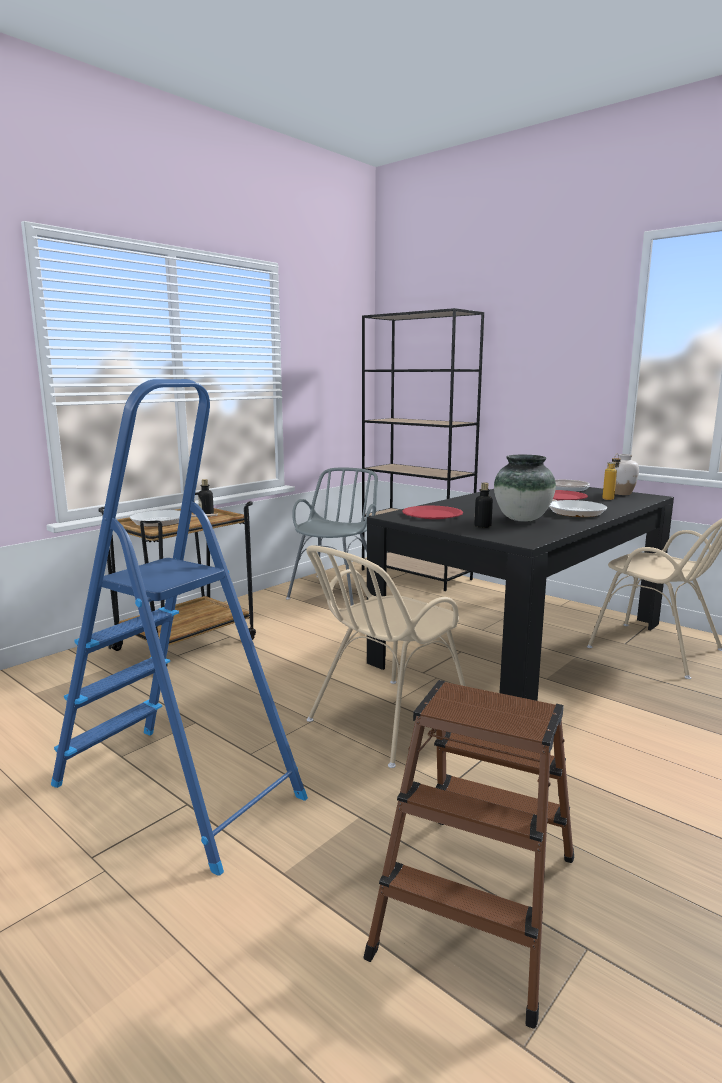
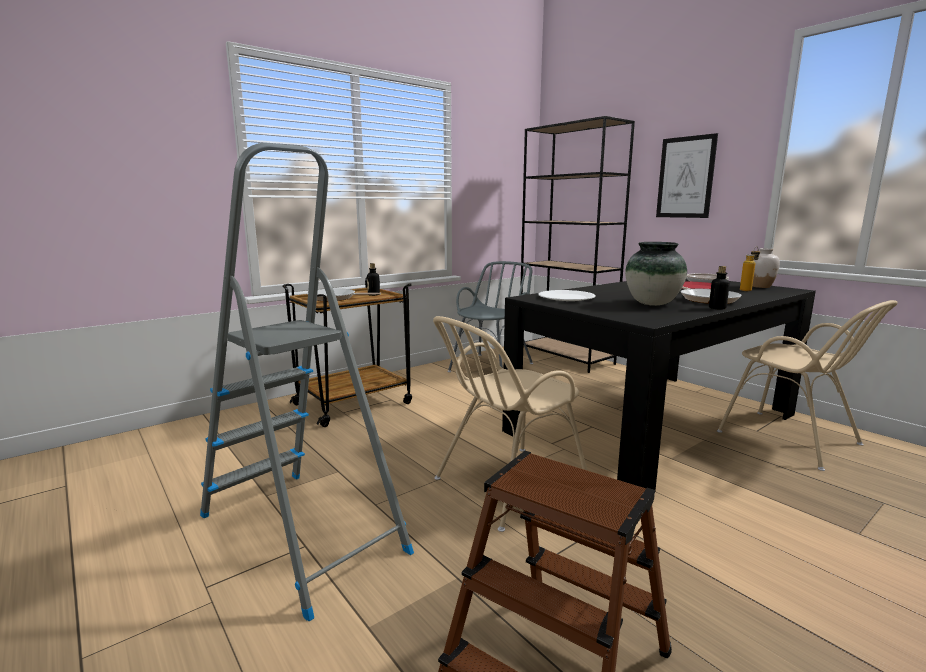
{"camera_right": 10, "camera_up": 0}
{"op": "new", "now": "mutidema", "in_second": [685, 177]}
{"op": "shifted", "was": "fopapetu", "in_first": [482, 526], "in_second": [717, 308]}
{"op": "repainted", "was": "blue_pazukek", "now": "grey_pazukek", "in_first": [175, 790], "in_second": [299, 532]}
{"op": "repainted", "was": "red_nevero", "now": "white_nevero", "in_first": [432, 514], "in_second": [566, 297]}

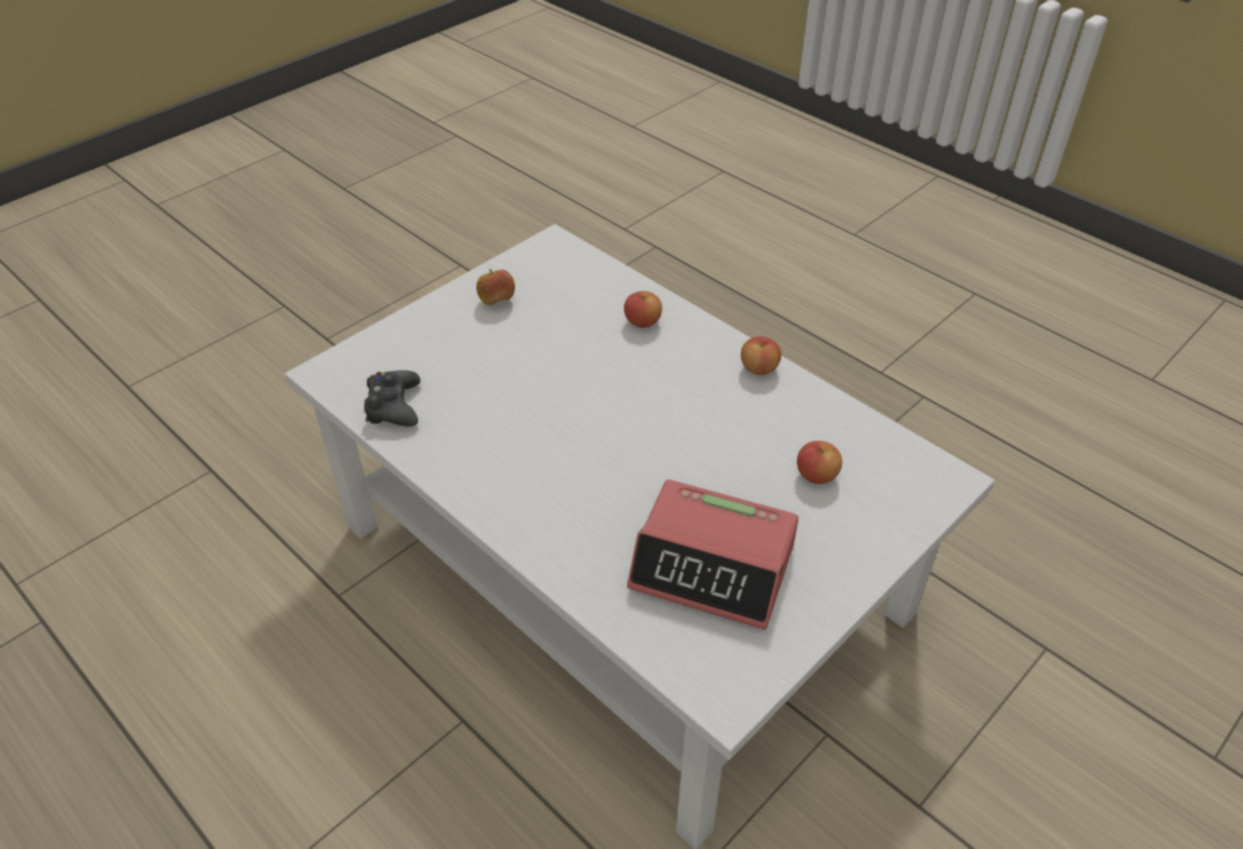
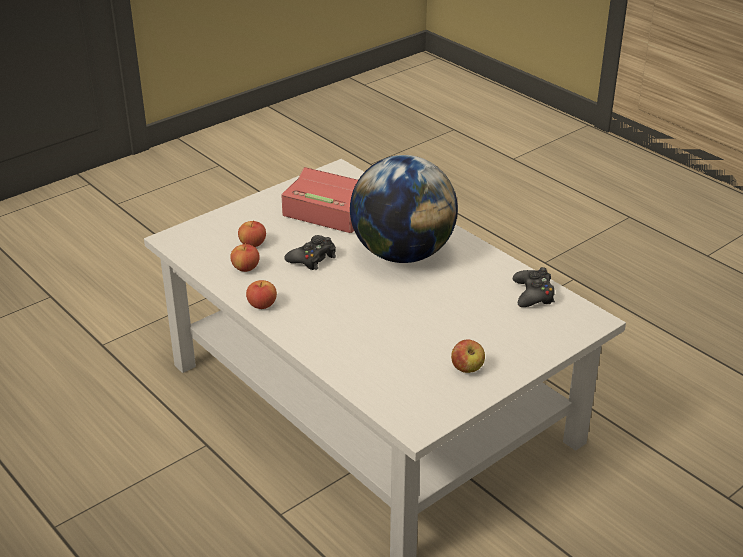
{"camera_right": -175, "camera_up": -10}
{"op": "new", "now": "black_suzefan", "in_second": [312, 258]}
{"op": "new", "now": "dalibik", "in_second": [402, 254]}
{"op": "shifted", "was": "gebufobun", "in_first": [642, 322], "in_second": [245, 268]}

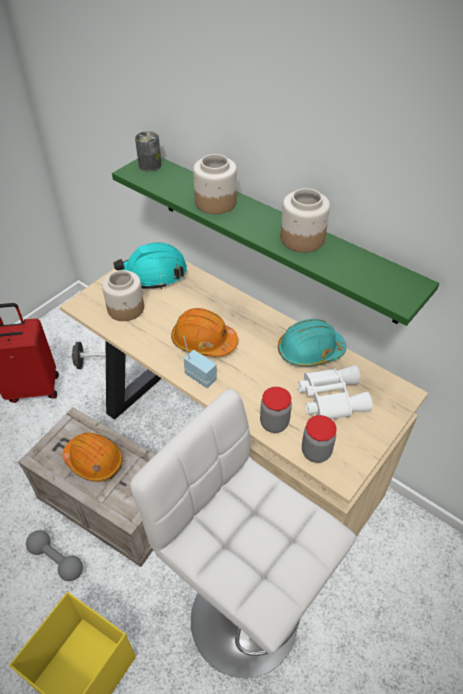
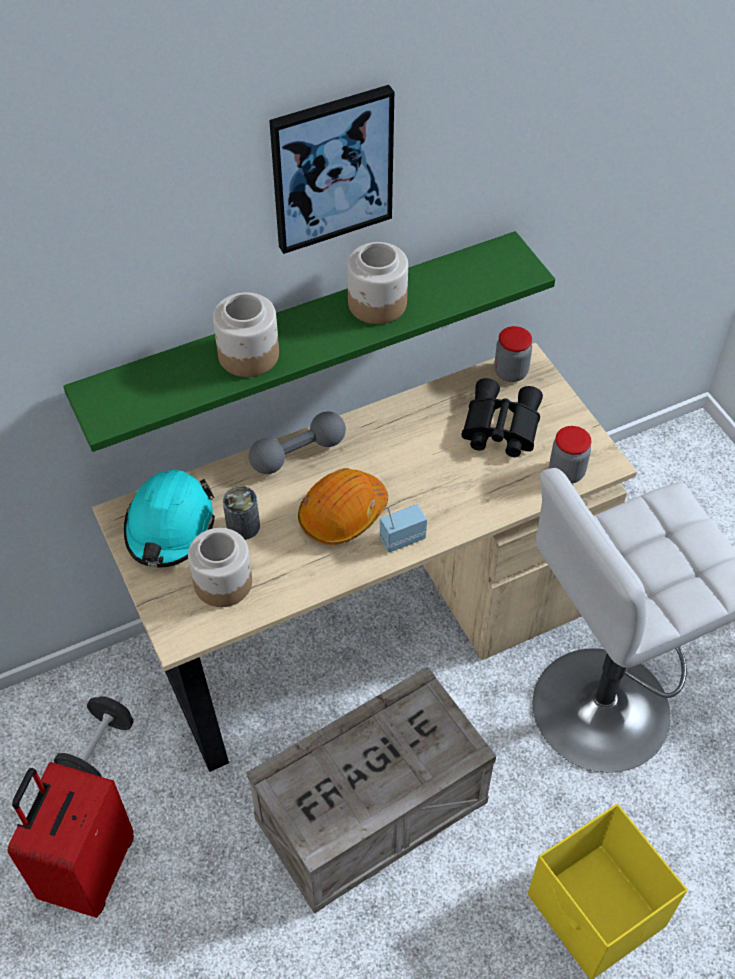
{"camera_right": -65, "camera_up": 5}
{"op": "gone", "was": "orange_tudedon", "in_first": [94, 461]}
{"op": "gone", "was": "turquoise_tudedon", "in_first": [310, 351]}
{"op": "new", "now": "mutidema", "in_second": [331, 168]}
{"op": "shifted", "was": "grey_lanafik", "in_first": [56, 559], "in_second": [298, 453]}
{"op": "shifted", "was": "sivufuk", "in_first": [150, 165], "in_second": [243, 526]}
{"op": "shifted", "was": "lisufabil", "in_first": [274, 423], "in_second": [510, 372]}
{"op": "repainted", "was": "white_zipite", "now": "black_zipite", "in_first": [330, 397], "in_second": [499, 427]}

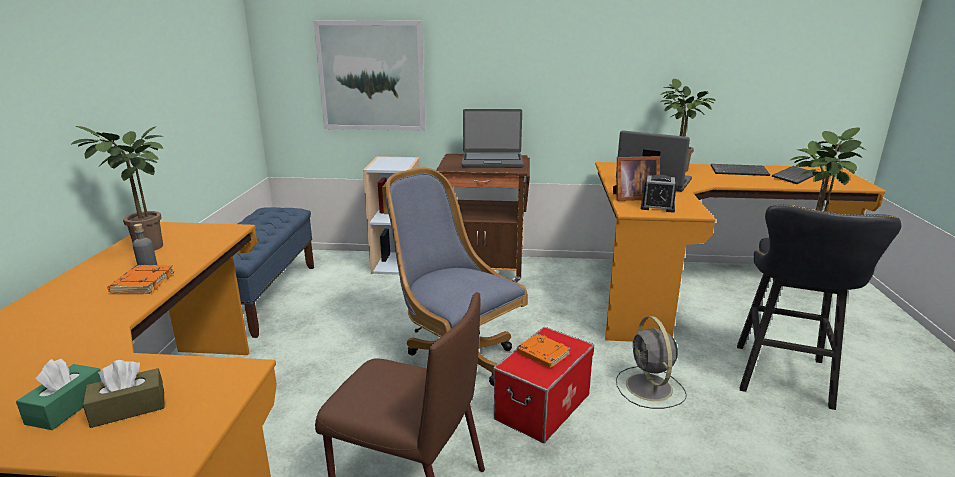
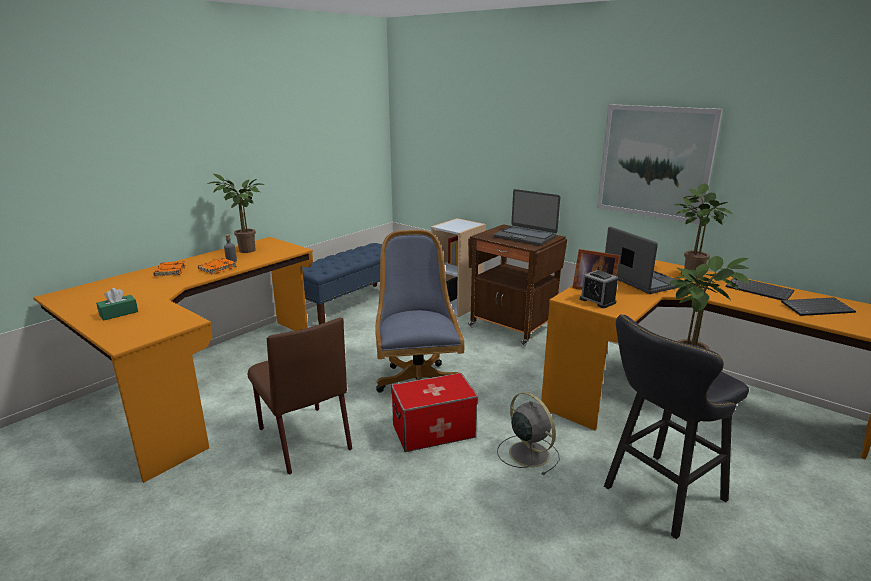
{"camera_right": 35, "camera_up": 0}
{"op": "gone", "was": "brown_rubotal", "in_first": [128, 408]}
{"op": "shifted", "was": "mutidema", "in_first": [371, 76], "in_second": [655, 162]}
{"op": "shifted", "was": "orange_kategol", "in_first": [542, 354], "in_second": [169, 271]}
{"op": "rotated", "was": "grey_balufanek", "in_first": [650, 388], "in_second": [527, 453], "clockwise": 120}

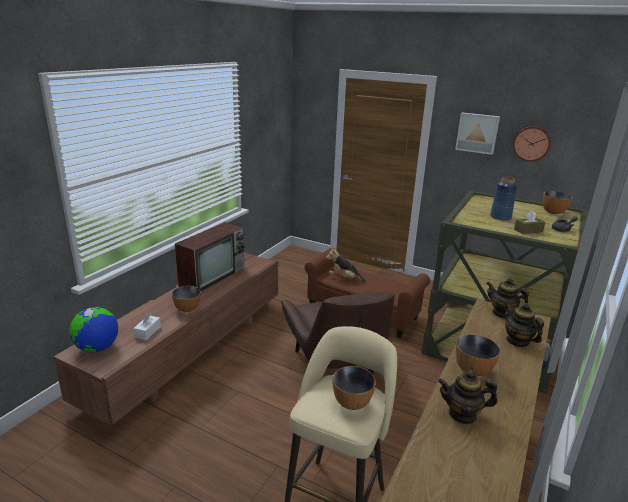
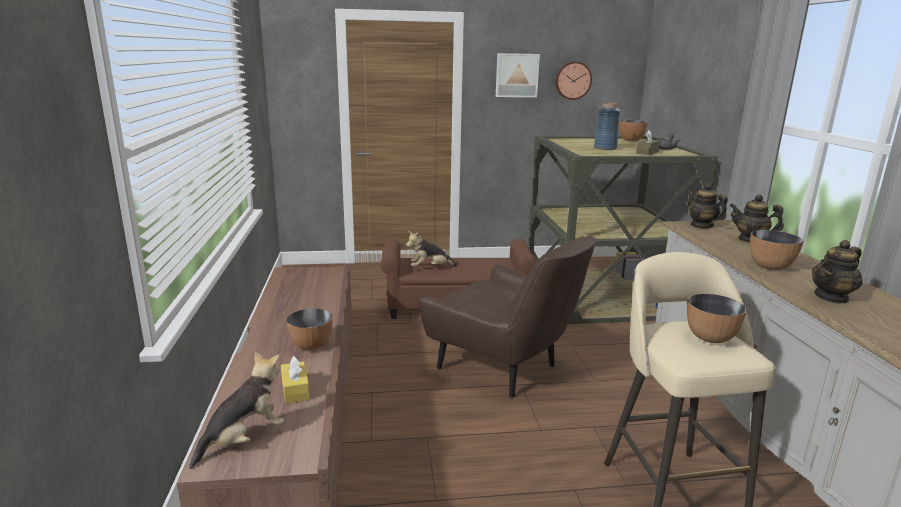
{"camera_right": -35, "camera_up": -5}
{"op": "gone", "was": "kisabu", "in_first": [213, 276]}
{"op": "swapped", "was": "dalibik", "now": "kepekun", "in_first": [97, 348], "in_second": [244, 439]}
{"op": "repainted", "was": "white_rubotal", "now": "yellow_rubotal", "in_first": [148, 332], "in_second": [295, 390]}
{"op": "rotated", "was": "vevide", "in_first": [502, 313], "in_second": [701, 225], "clockwise": 60}

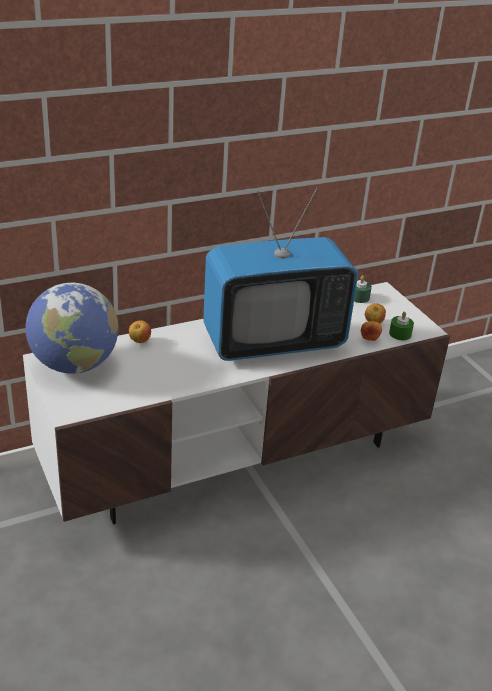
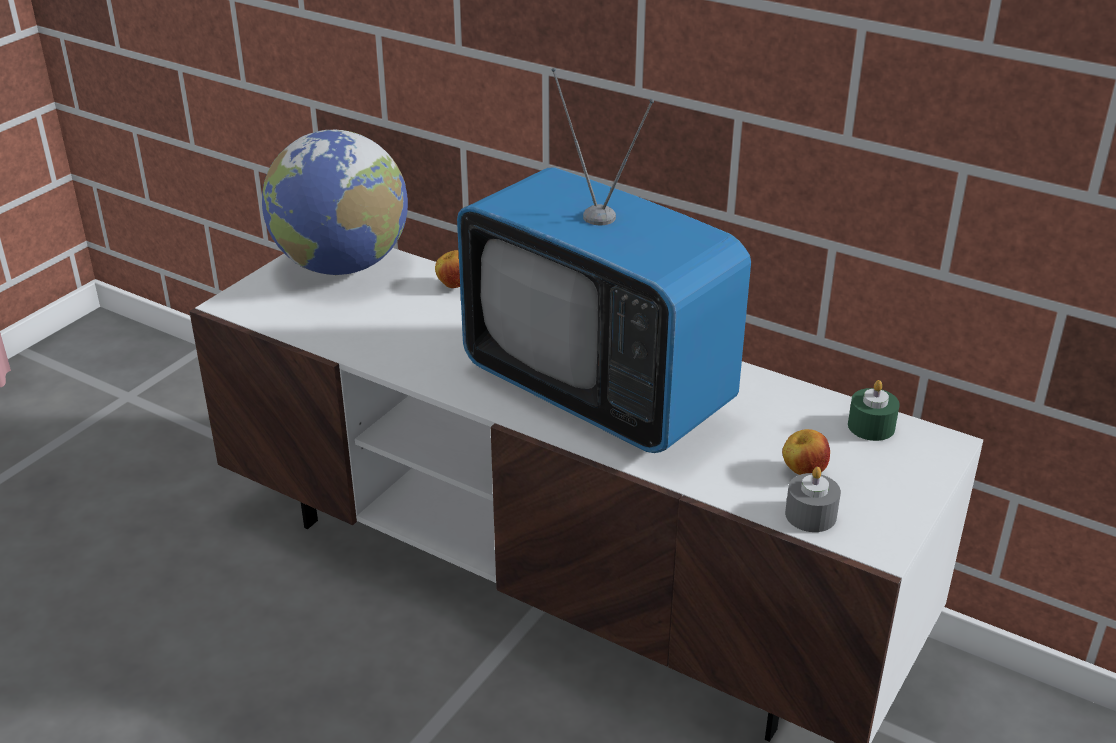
{"camera_right": 60, "camera_up": 0}
{"op": "gone", "was": "gebufobun", "in_first": [369, 339]}
{"op": "repainted", "was": "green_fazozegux", "now": "grey_fazozegux", "in_first": [400, 334], "in_second": [810, 515]}

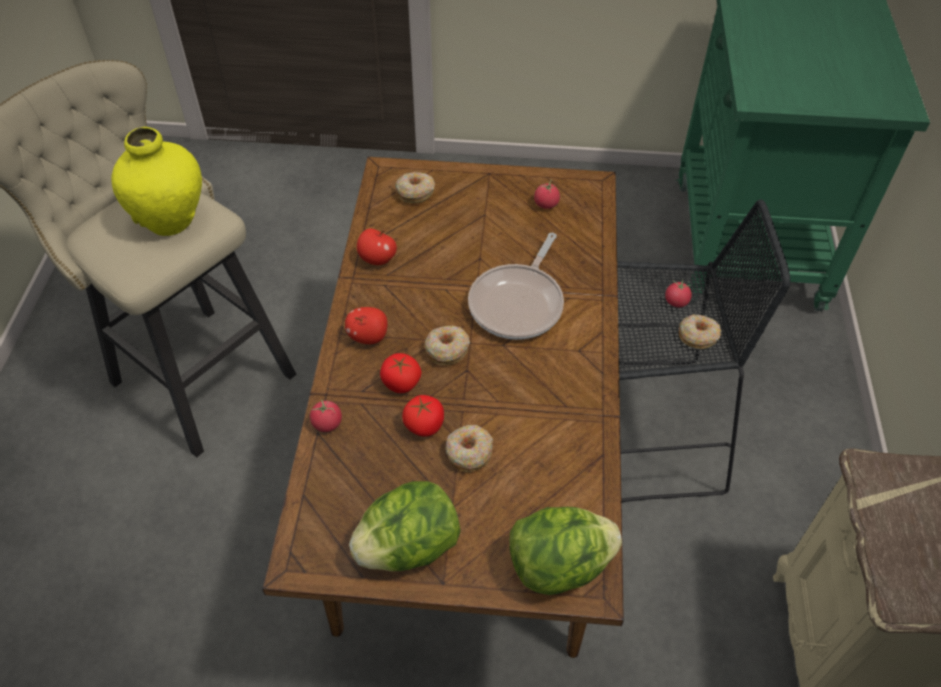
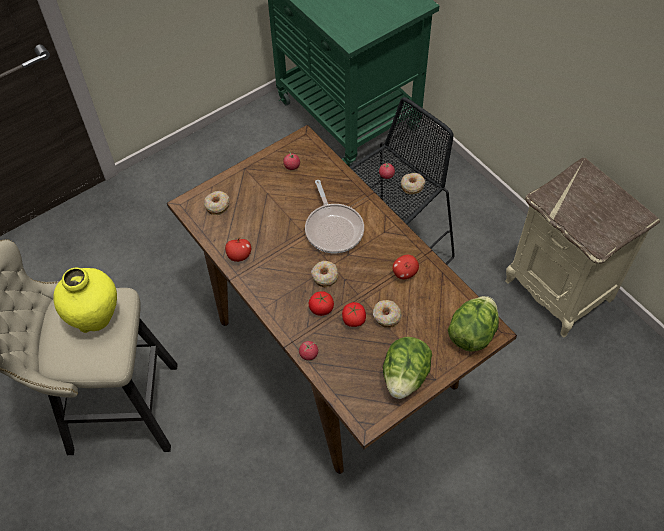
{"camera_right": -40, "camera_up": 5}
{"op": "shifted", "was": "gebufobun", "in_first": [368, 337], "in_second": [404, 273]}

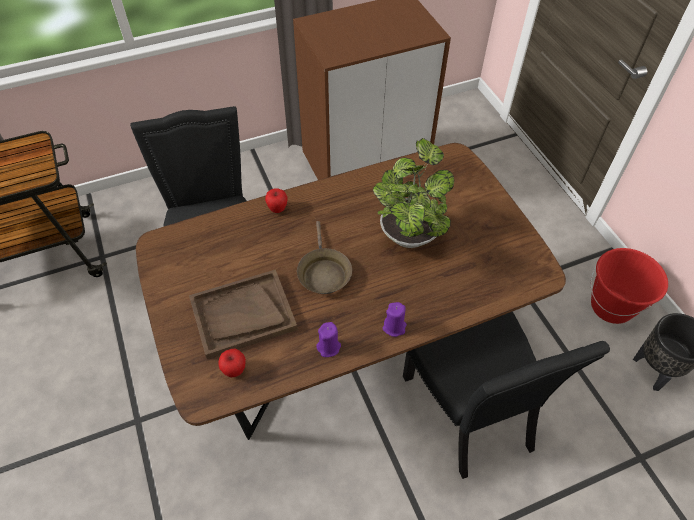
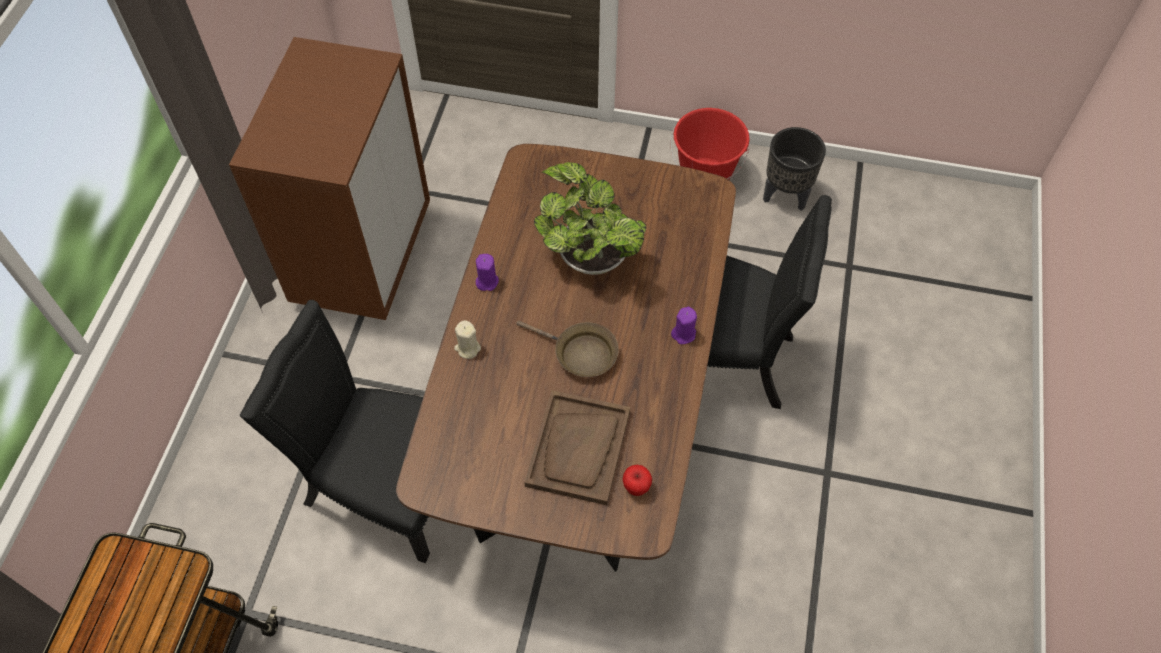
{"camera_right": -55, "camera_up": 5}
{"op": "shifted", "was": "purple_fazozegux", "in_first": [329, 347], "in_second": [487, 281]}
{"op": "swapped", "was": "gebufobun", "now": "beige_fazozegux", "in_first": [277, 209], "in_second": [467, 348]}

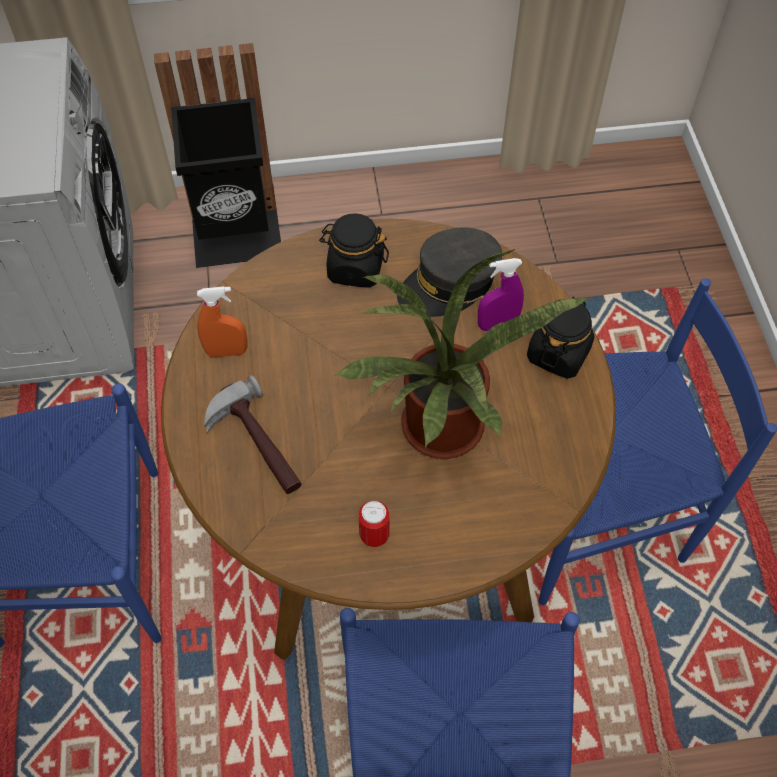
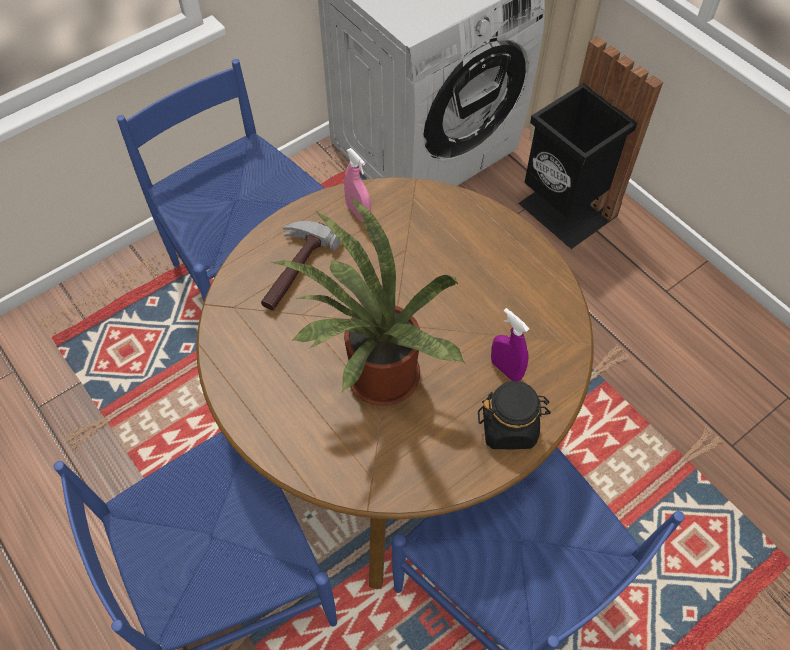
{"camera_right": 60, "camera_up": 0}
{"op": "gone", "was": "black_lisufabil", "in_first": [355, 269]}
{"op": "gone", "was": "sivufuk", "in_first": [374, 535]}
{"op": "gone", "was": "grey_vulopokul", "in_first": [449, 284]}
{"op": "repainted", "was": "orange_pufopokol", "now": "pink_pufopokol", "in_first": [226, 352], "in_second": [358, 212]}

